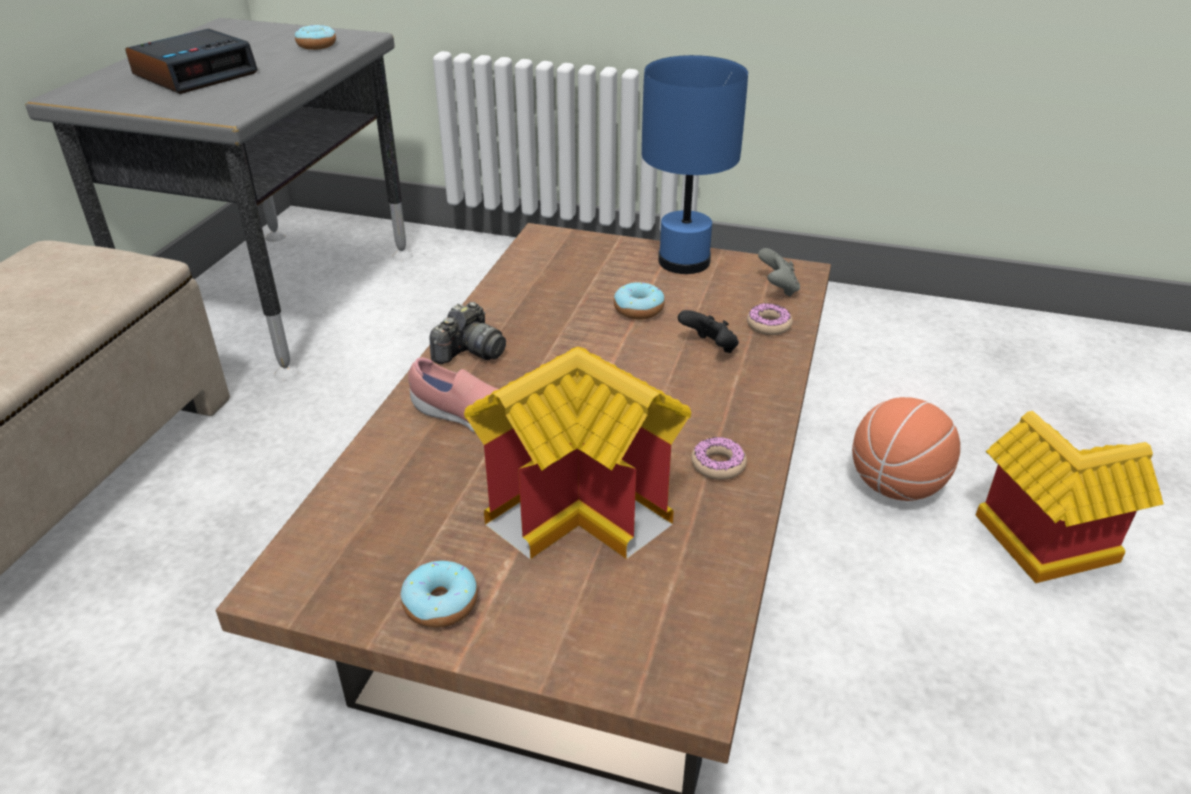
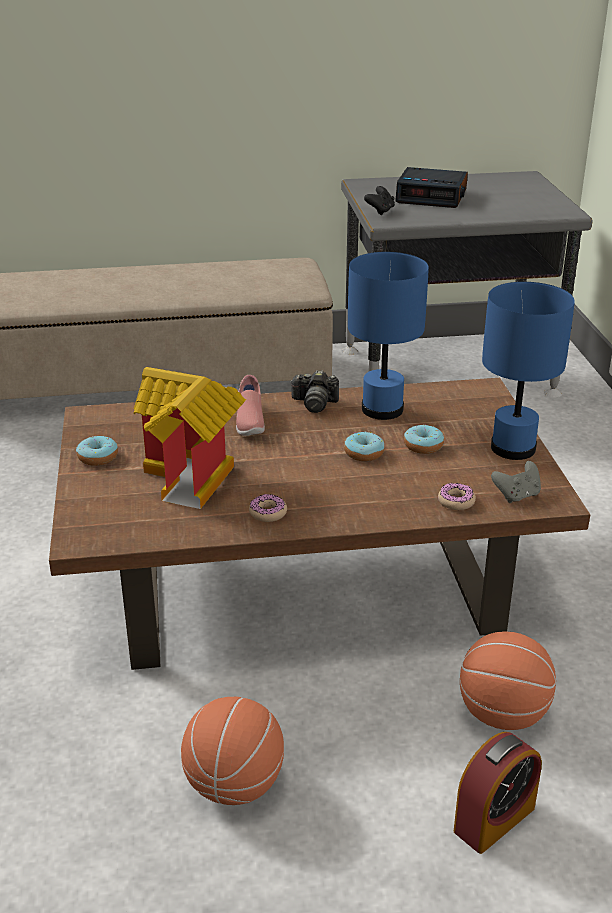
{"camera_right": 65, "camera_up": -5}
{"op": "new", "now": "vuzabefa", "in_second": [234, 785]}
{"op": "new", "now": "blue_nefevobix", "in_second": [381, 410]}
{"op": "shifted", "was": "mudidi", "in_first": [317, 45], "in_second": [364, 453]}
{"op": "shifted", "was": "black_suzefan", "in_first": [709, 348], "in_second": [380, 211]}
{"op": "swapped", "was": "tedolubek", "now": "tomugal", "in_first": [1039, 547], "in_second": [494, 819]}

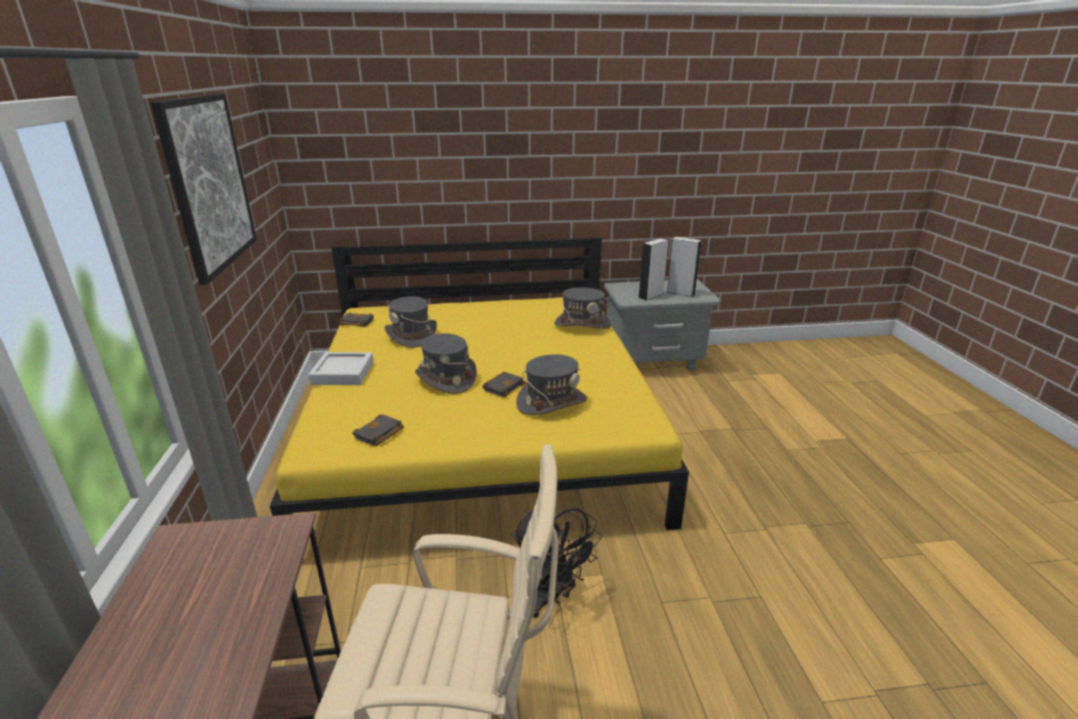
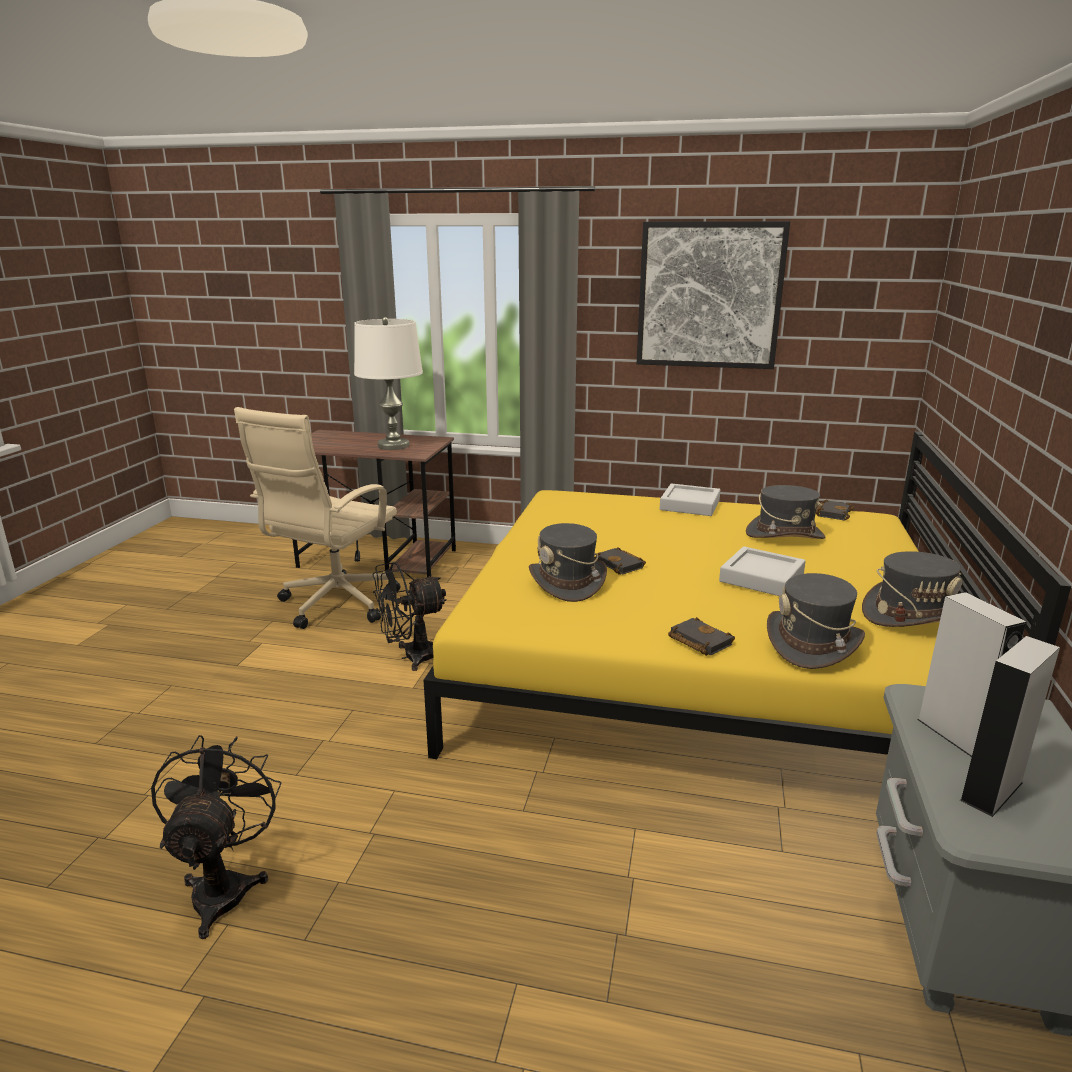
{"camera_right": 110, "camera_up": -5}
{"op": "new", "now": "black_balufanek", "in_second": [225, 886]}
{"op": "new", "now": "white_nefevobix", "in_second": [393, 446]}
{"op": "new", "now": "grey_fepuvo", "in_second": [761, 578]}
{"op": "shifted", "was": "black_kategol", "in_first": [379, 434], "in_second": [698, 641]}
{"op": "shifted", "was": "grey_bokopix", "in_first": [446, 379], "in_second": [911, 615]}

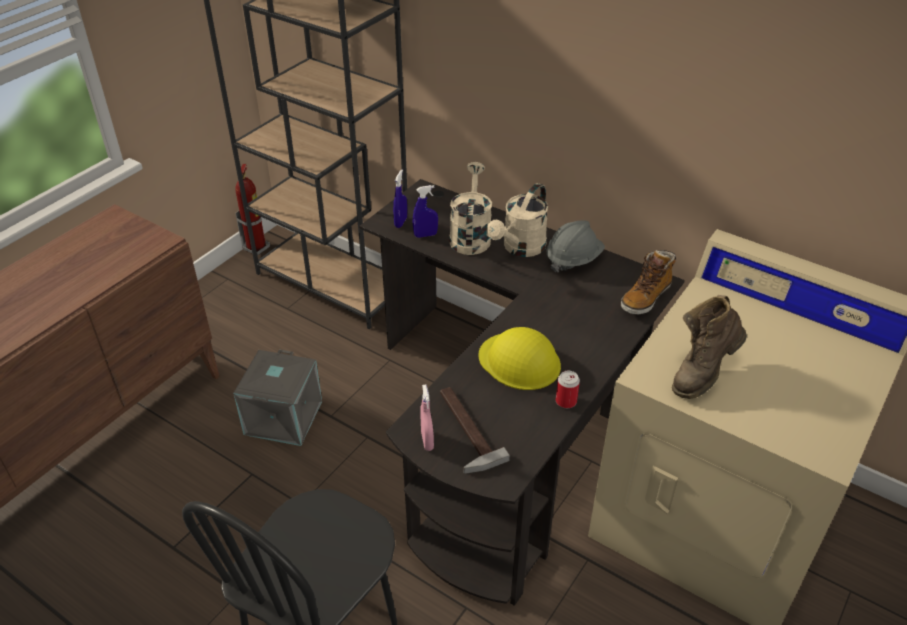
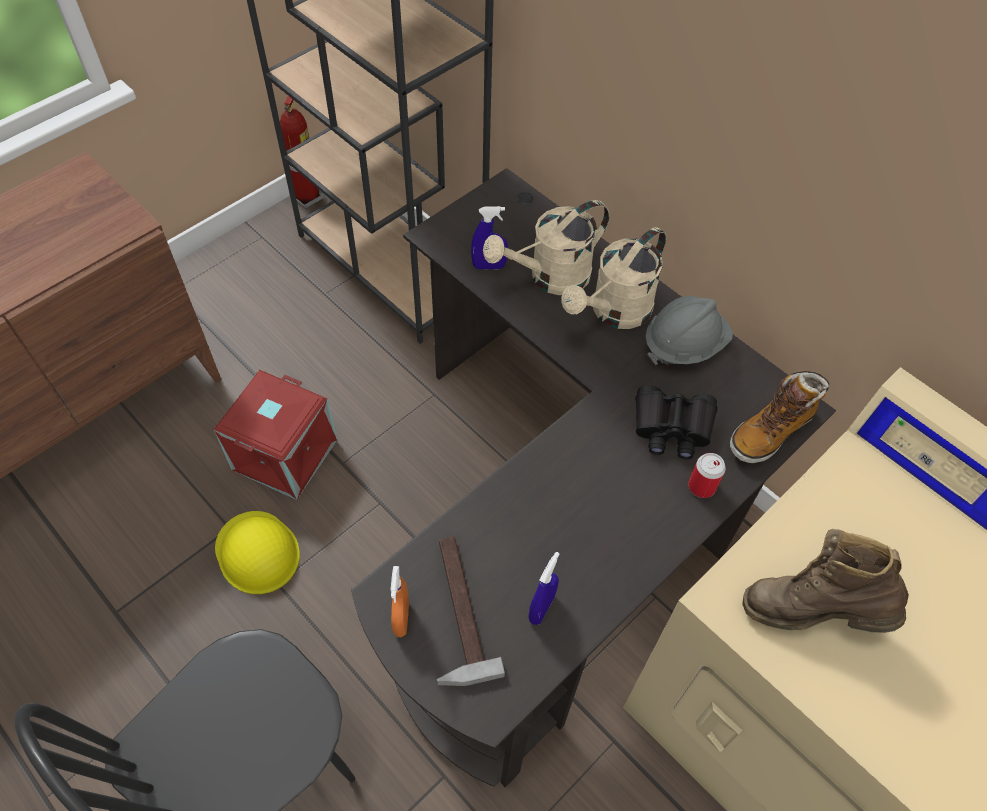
{"camera_right": 10, "camera_up": 15}
{"op": "new", "now": "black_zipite", "in_second": [671, 428]}
{"op": "shifted", "was": "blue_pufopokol", "in_first": [400, 222], "in_second": [541, 608]}
{"op": "shifted", "was": "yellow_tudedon", "in_first": [519, 361], "in_second": [257, 552]}
{"op": "shifted", "was": "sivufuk", "in_first": [566, 401], "in_second": [701, 486]}
{"op": "repainted", "was": "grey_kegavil", "now": "red_kegavil", "in_first": [284, 418], "in_second": [286, 456]}
{"op": "repainted", "was": "pink_pufopokol", "now": "orange_pufopokol", "in_first": [427, 441], "in_second": [401, 619]}
{"op": "rotated", "was": "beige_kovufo", "in_first": [470, 235], "in_second": [550, 277], "clockwise": -135}
{"op": "rotated", "was": "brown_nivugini", "in_first": [702, 373], "in_second": [811, 612], "clockwise": 45}

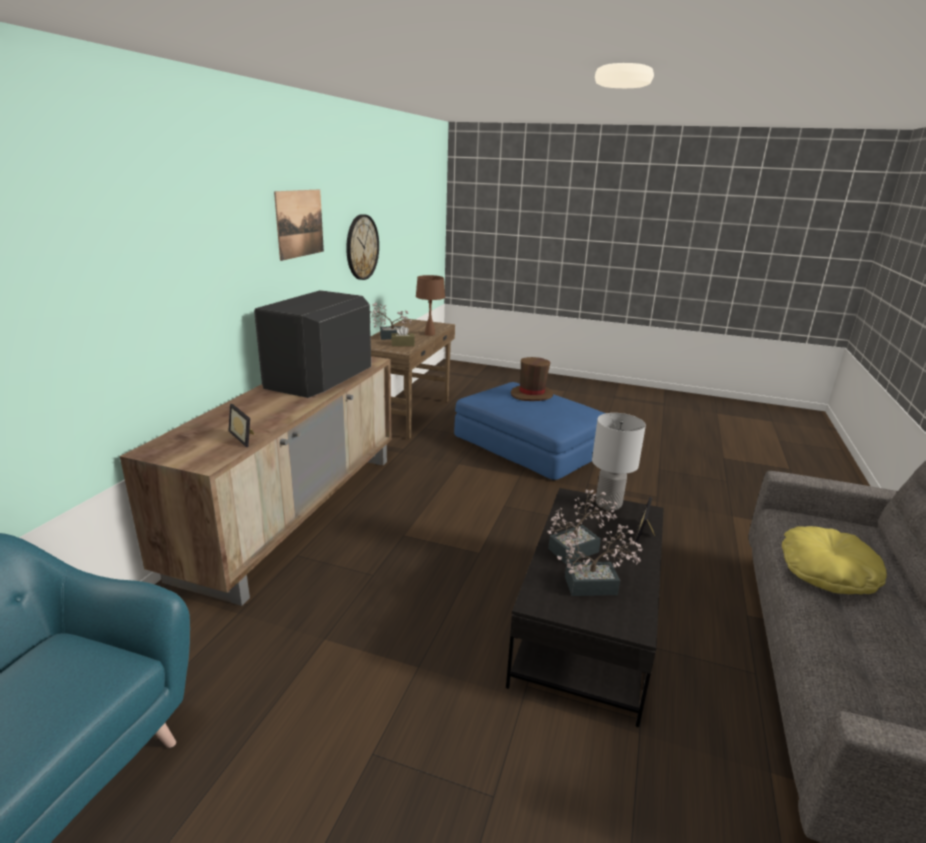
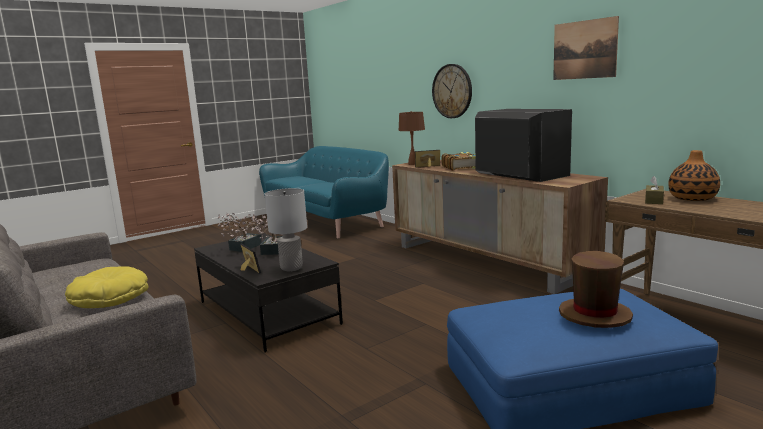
{"camera_right": 125, "camera_up": -10}
{"op": "new", "now": "kategol", "in_second": [460, 167]}
{"op": "shifted", "was": "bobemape", "in_first": [362, 247], "in_second": [452, 91]}
{"op": "shifted", "was": "brown_nefevobix", "in_first": [429, 334], "in_second": [413, 164]}
{"op": "swapped", "was": "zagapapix", "now": "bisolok", "in_first": [389, 337], "in_second": [692, 198]}

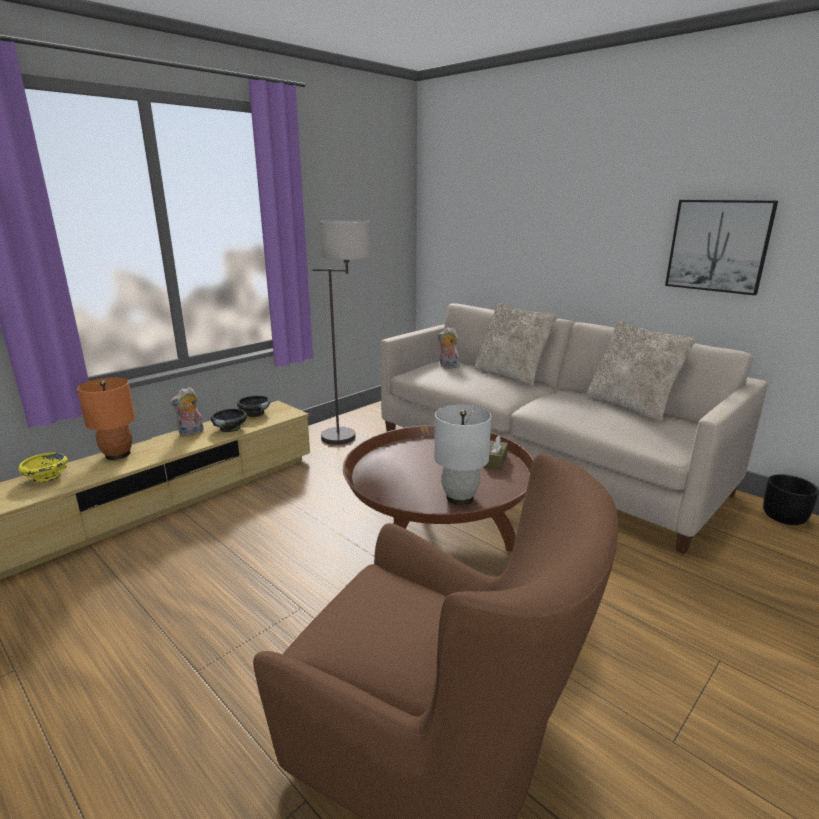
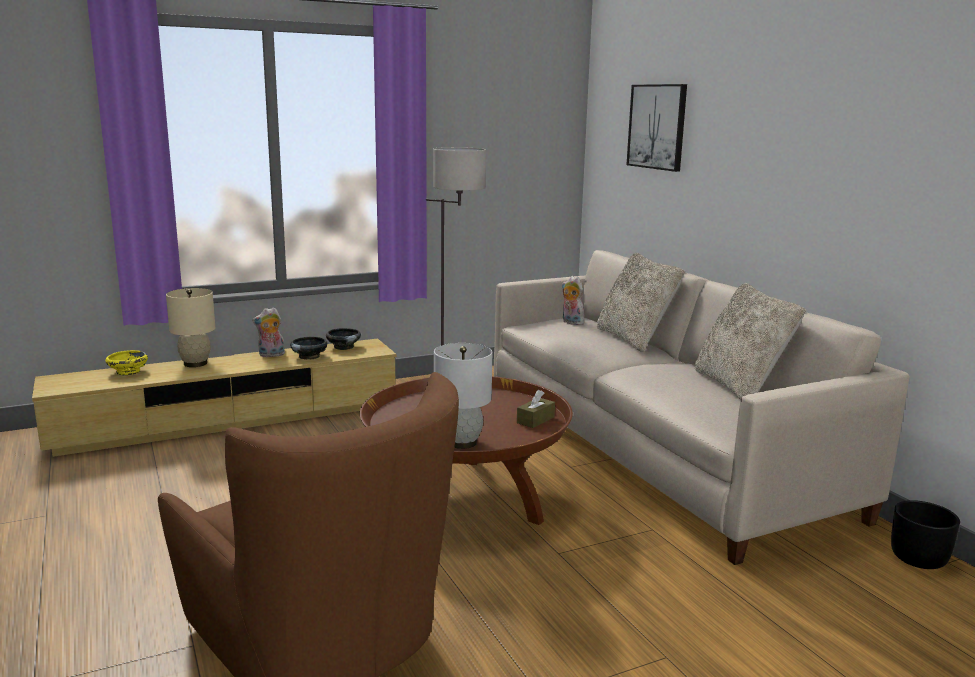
{"camera_right": 20, "camera_up": -5}
{"op": "shifted", "was": "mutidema", "in_first": [718, 246], "in_second": [657, 126]}
{"op": "repainted", "was": "orange_nefevobix", "now": "beige_nefevobix", "in_first": [117, 455], "in_second": [195, 363]}

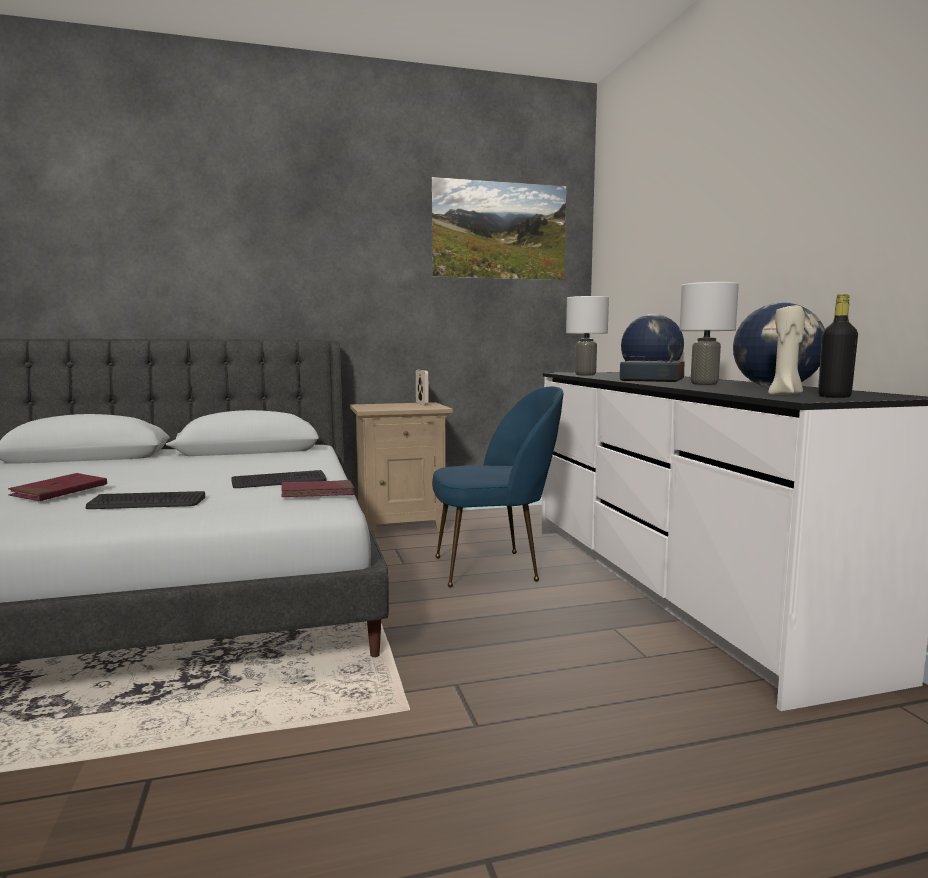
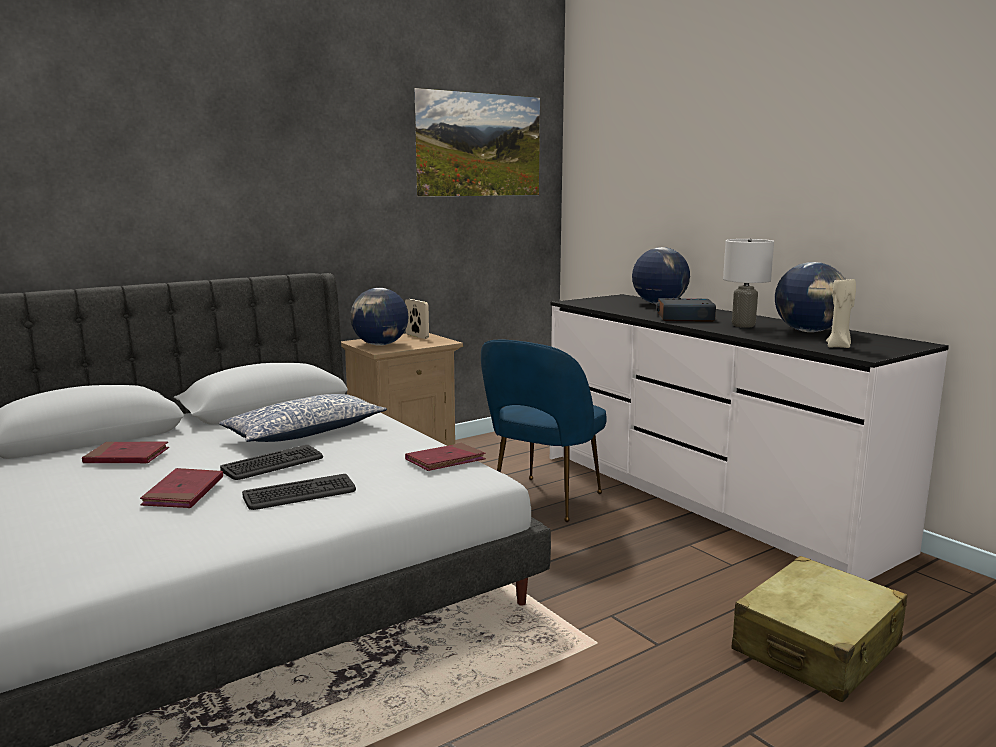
{"camera_right": -20, "camera_up": 5}
{"op": "gone", "was": "white_nefevobix", "in_first": [585, 375]}
{"op": "gone", "was": "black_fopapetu", "in_first": [834, 397]}
{"op": "new", "now": "red_kategol", "in_second": [127, 457]}
{"op": "new", "now": "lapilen", "in_second": [304, 433]}
{"op": "new", "now": "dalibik", "in_second": [380, 345]}
{"op": "new", "now": "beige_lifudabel", "in_second": [817, 648]}
{"op": "shifted", "was": "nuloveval", "in_first": [279, 481], "in_second": [273, 464]}
{"op": "rotated", "was": "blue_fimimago", "in_first": [495, 568], "in_second": [542, 502], "clockwise": 150}

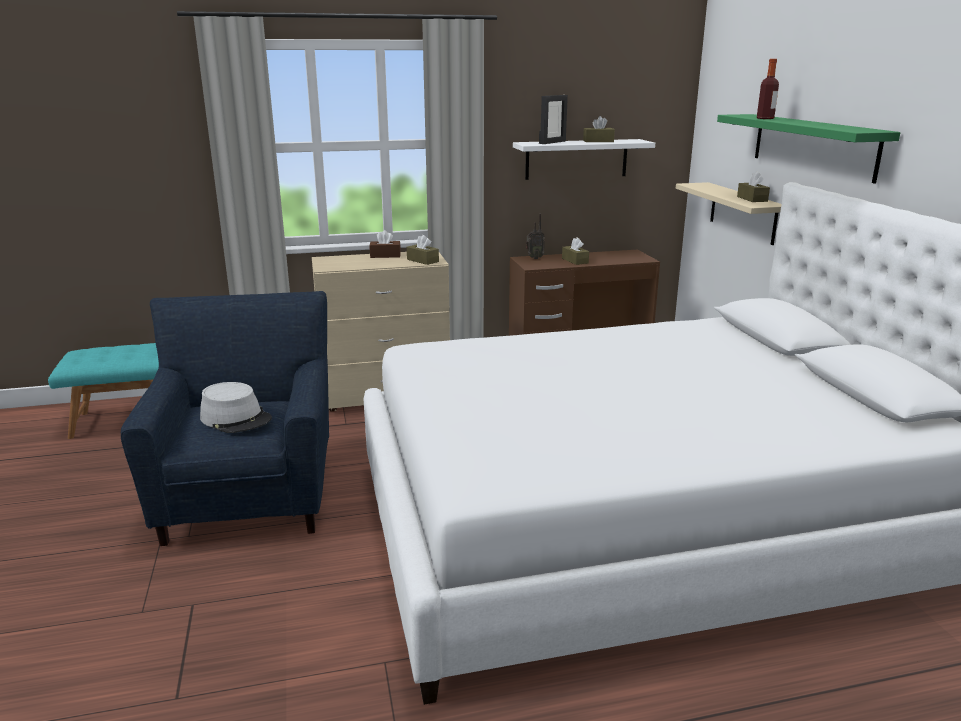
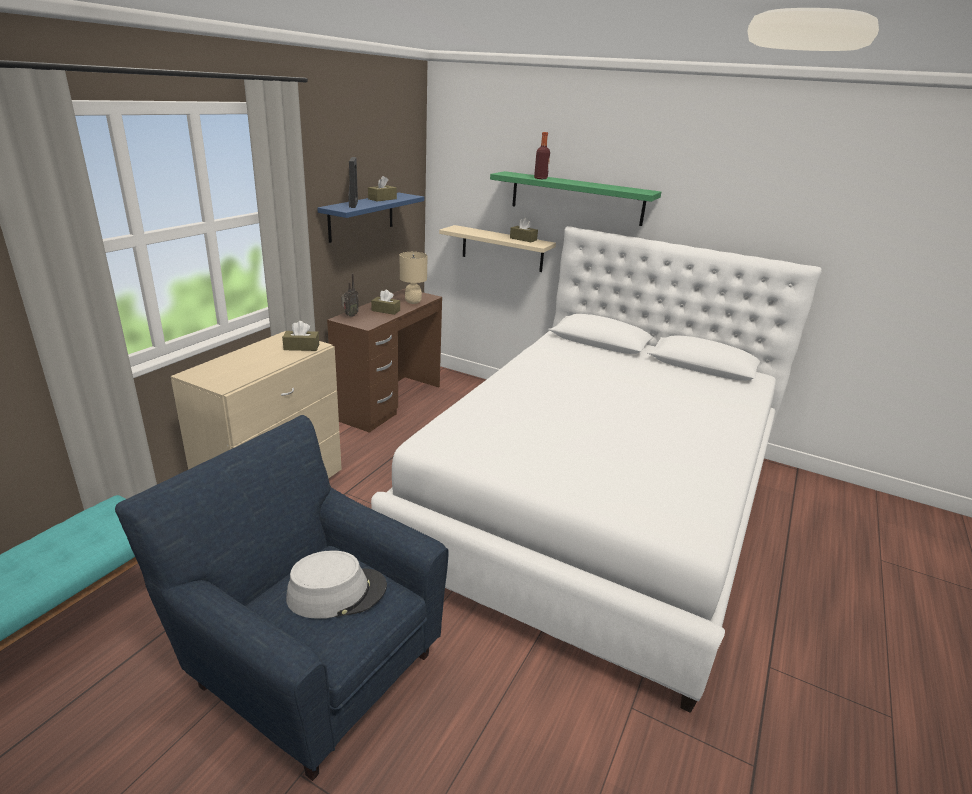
{"camera_right": -50, "camera_up": 5}
{"op": "gone", "was": "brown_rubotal", "in_first": [385, 255]}
{"op": "new", "now": "beige_nefevobix", "in_second": [413, 302]}
{"op": "repainted", "was": "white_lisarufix", "now": "blue_lisarufix", "in_first": [576, 159], "in_second": [361, 216]}

